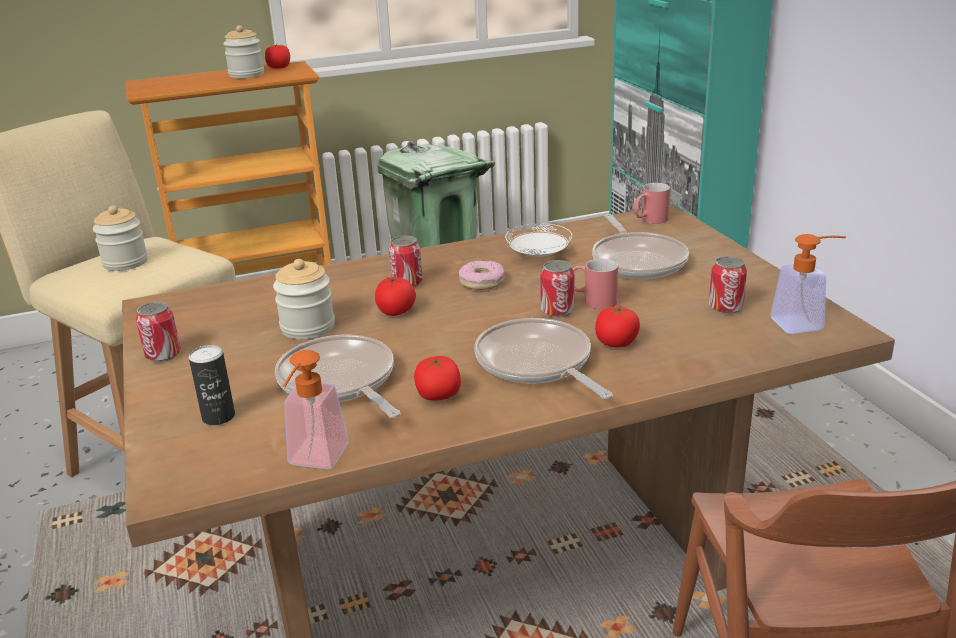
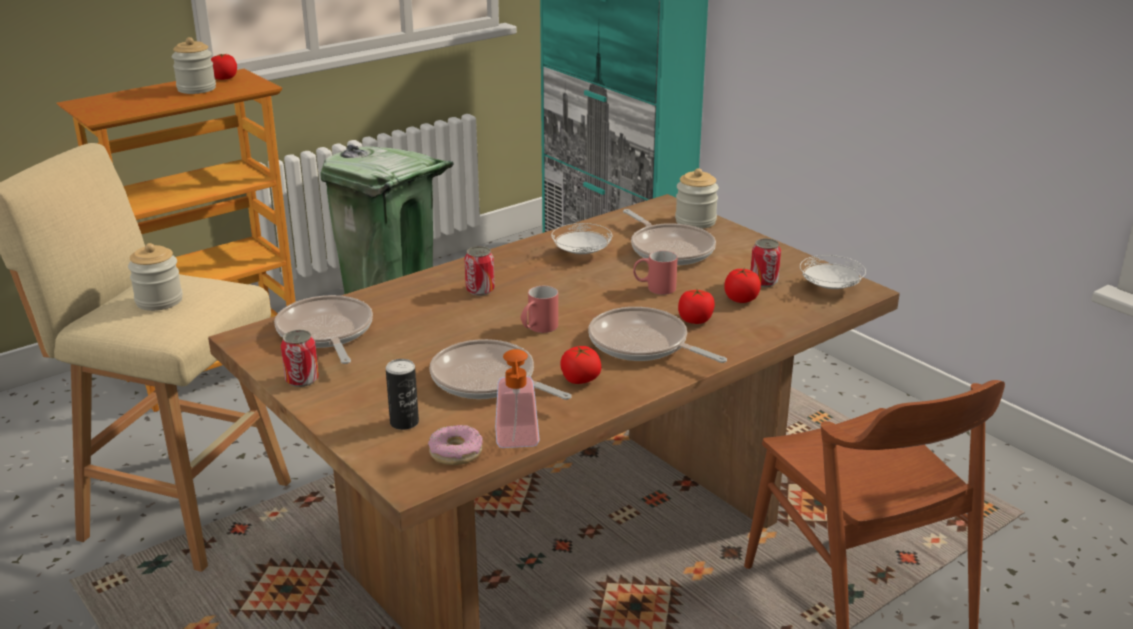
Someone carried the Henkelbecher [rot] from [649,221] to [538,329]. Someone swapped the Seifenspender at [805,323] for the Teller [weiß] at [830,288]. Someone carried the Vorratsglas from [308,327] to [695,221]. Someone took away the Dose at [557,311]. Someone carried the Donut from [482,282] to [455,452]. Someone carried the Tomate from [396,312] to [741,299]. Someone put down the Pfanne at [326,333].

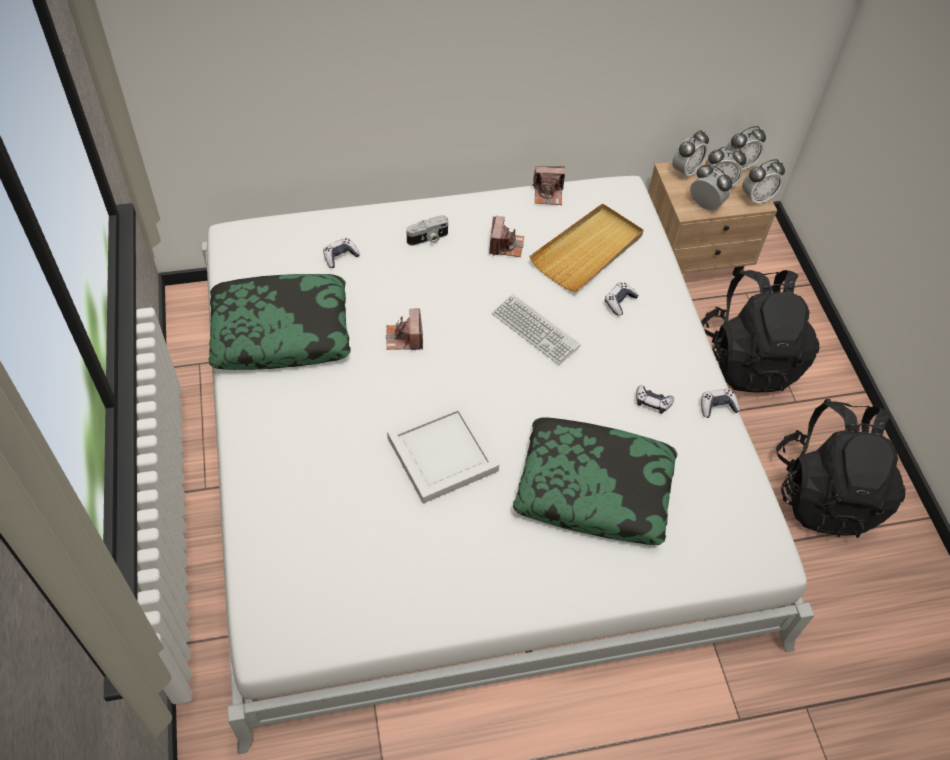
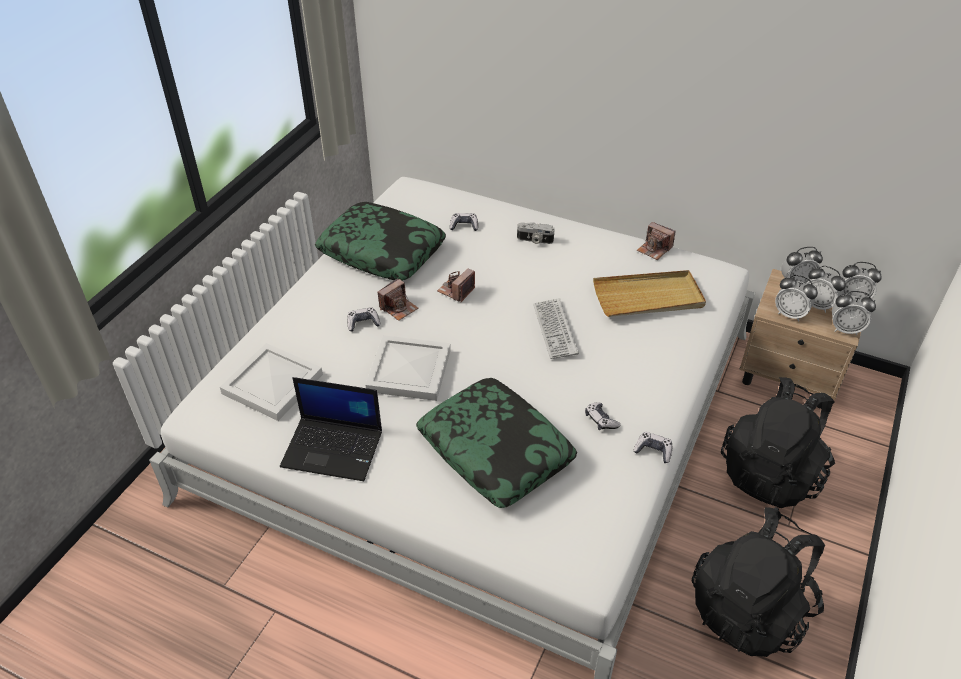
Someone rotated the Wecker at [705,205] by 135 degrees clockwise. Someone carried the Kamera from [505,245] to [398,308]. Someone carried the Gamepad from [619,302] to [363,323]. Someone put down the Tablett [weiß] at [274,383]. Someone put down the Laptop at [334,448].

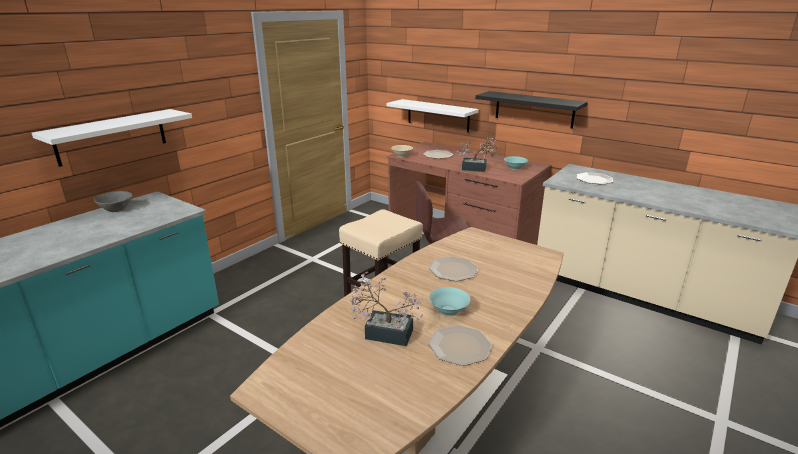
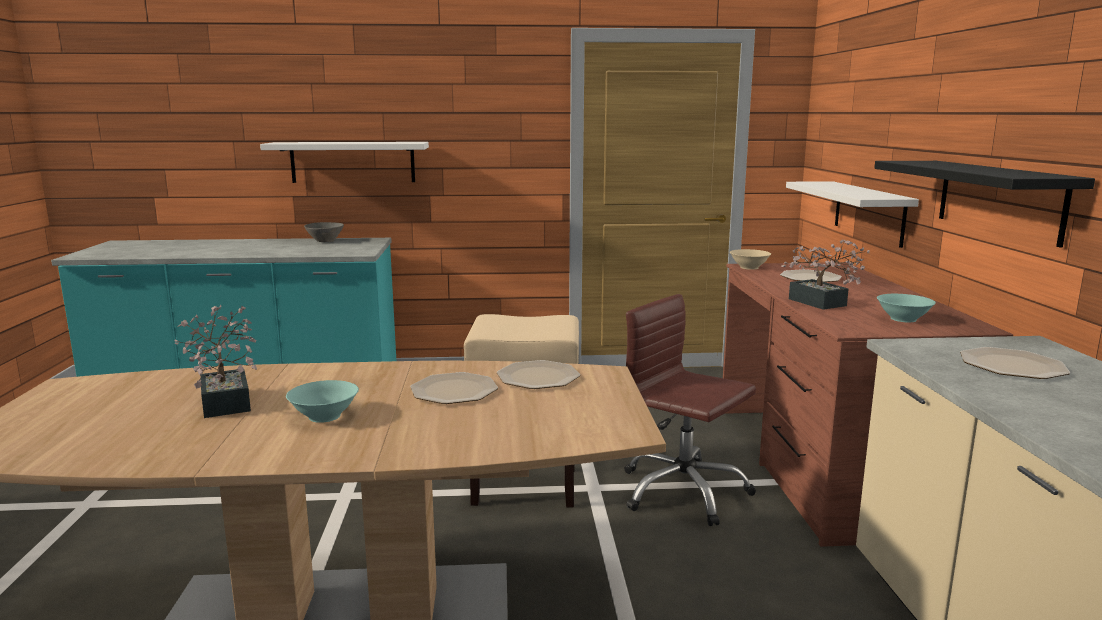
Someone carried the Teller from [460,346] to [539,377].

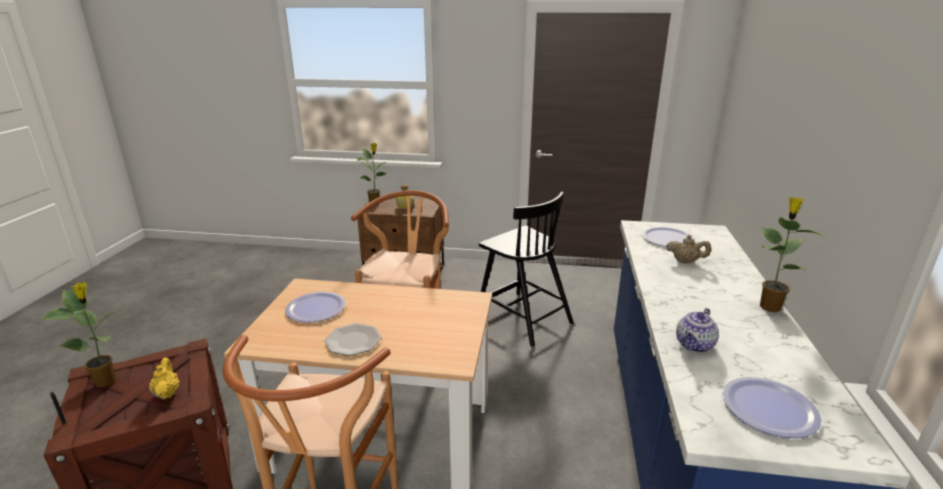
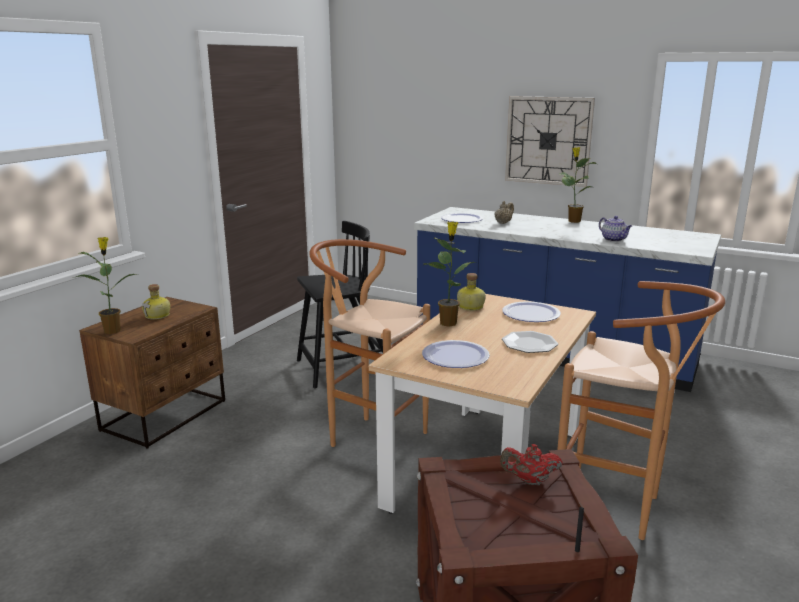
Someone carried the Topfpflanze from [106,381] to [448,322]. Someone repainted the Teekanne [gelb] at [167,393], which became the Teekanne [rot] at [530,481]. Someone carried the Teller from [769,408] to [531,314]. Someone put up the Wanduhr at [548,140]. Someone put down the Flasche at [470,307].

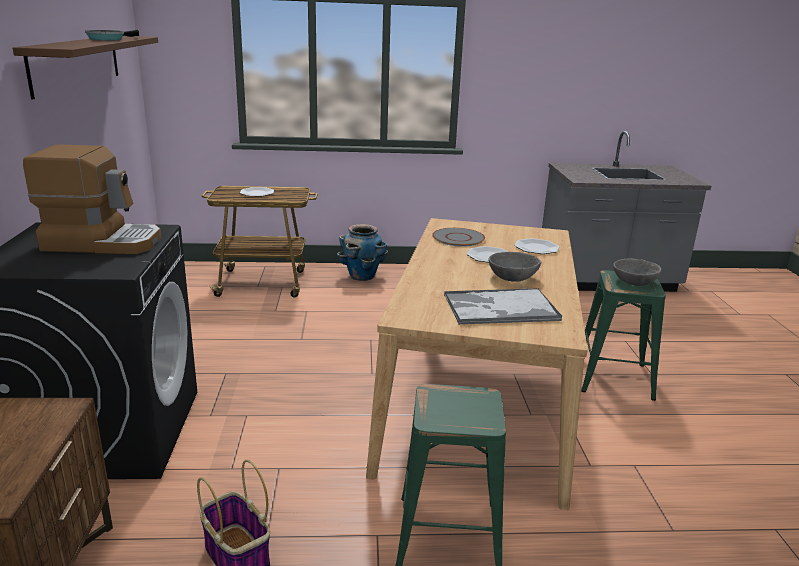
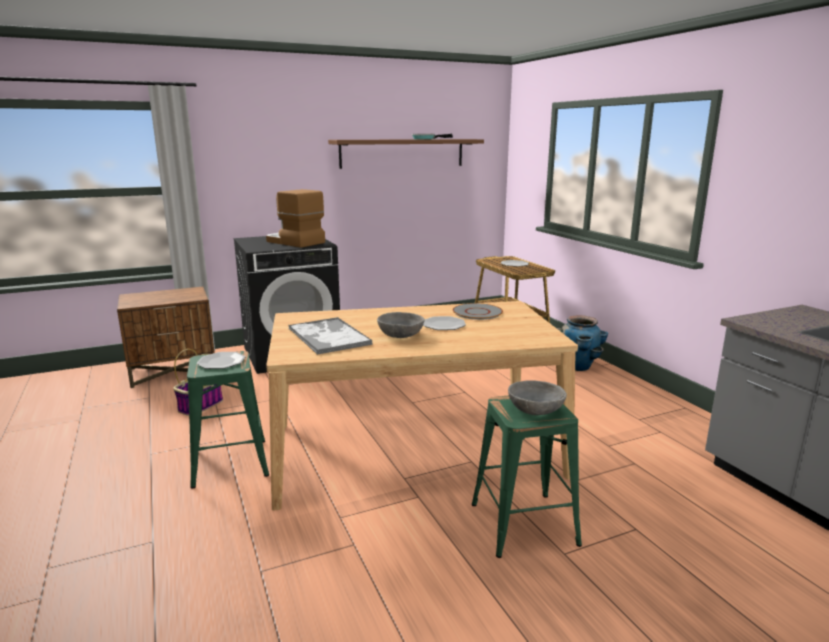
Someone rotated the Kaffeemaschine at [103,242] by 150 degrees clockwise. Someone carried the Teller from [536,248] to [221,362].

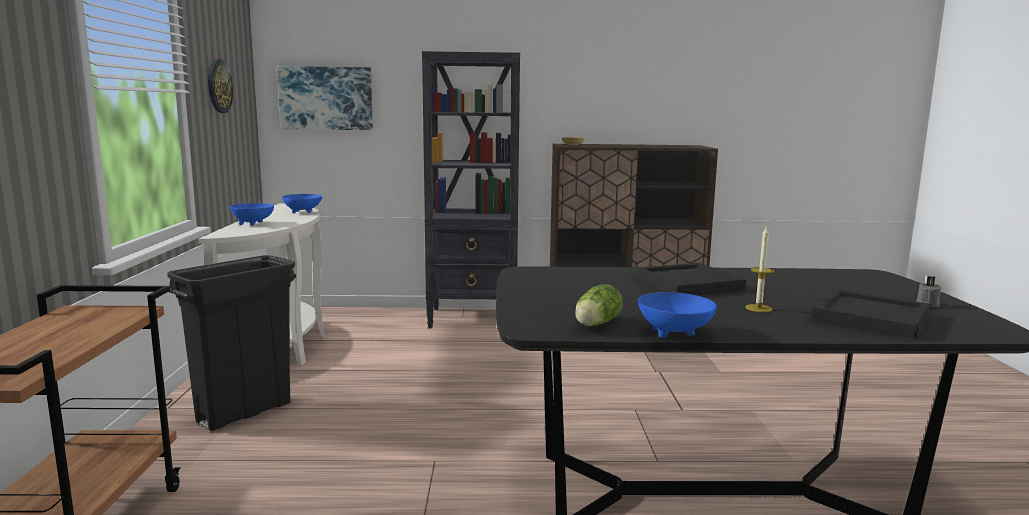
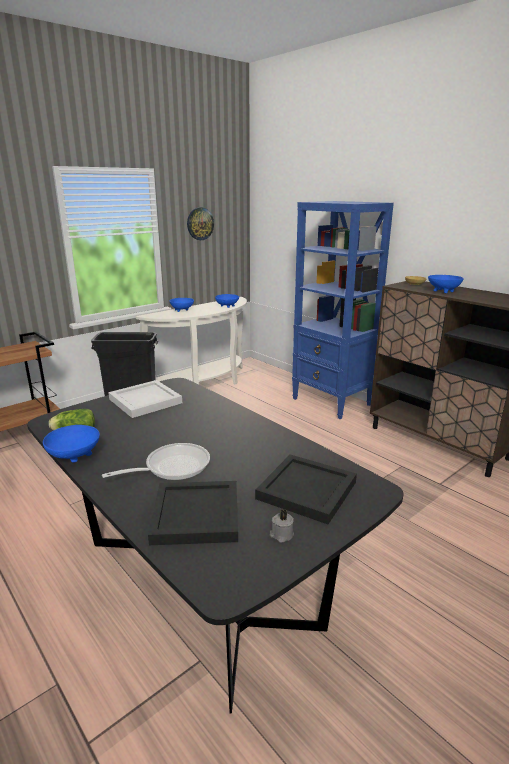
Someone repainted the Bücherregal [schwarz] at [474,318], which became the Bücherregal [blau] at [332,402]. Someone took away the Bild at [326,98]. Someone swapped the Kerze at [758,308] for the Pfanne at [172,467]. Someone carried the Tablett [schwarz] from [690,284] to [307,491]. Someone put down the Schüssel [blau] at [444,291]. Someone put down the Tablett [weiß] at [145,400].

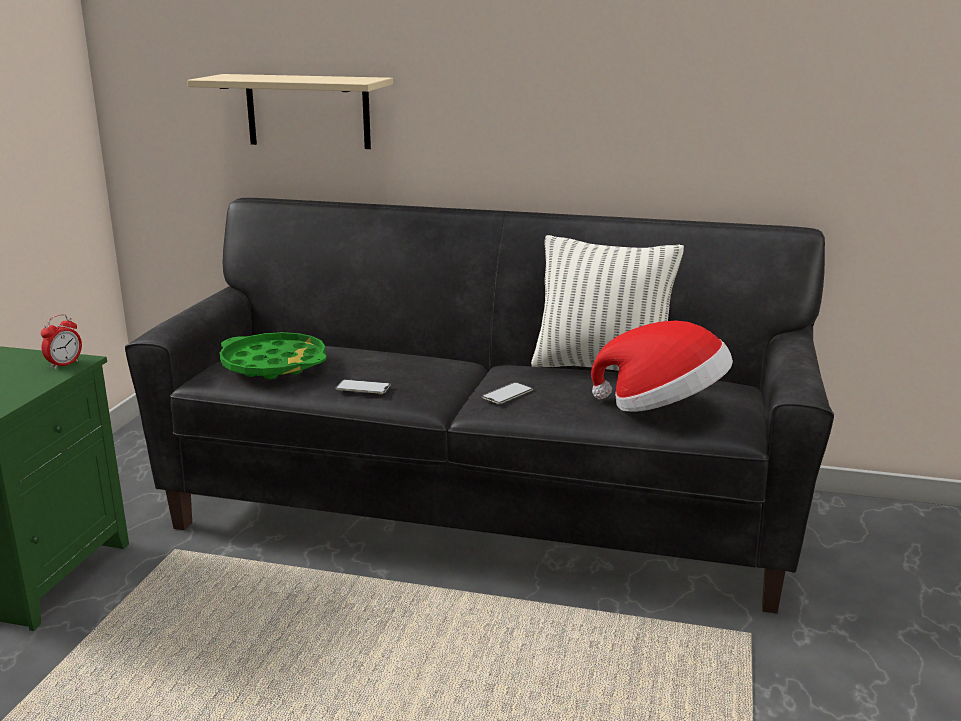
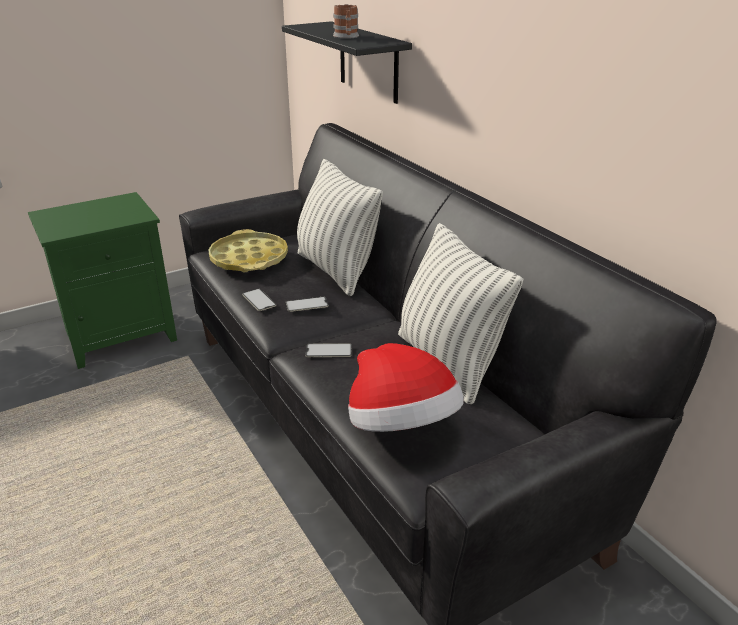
Someone repainted the Wandregal [beige] at [308,111], which became the Wandregal [schwarz] at [368,62]. Someone took away the Wecker at [64,364]. Someone repainted the Tablett [grün] at [274,364], which became the Tablett [gelb] at [249,258]. Someone put down the Henkelbecher at [346,37]. Someone put down the Kissen at [336,270]. Someone put down the Handy at [307,304].

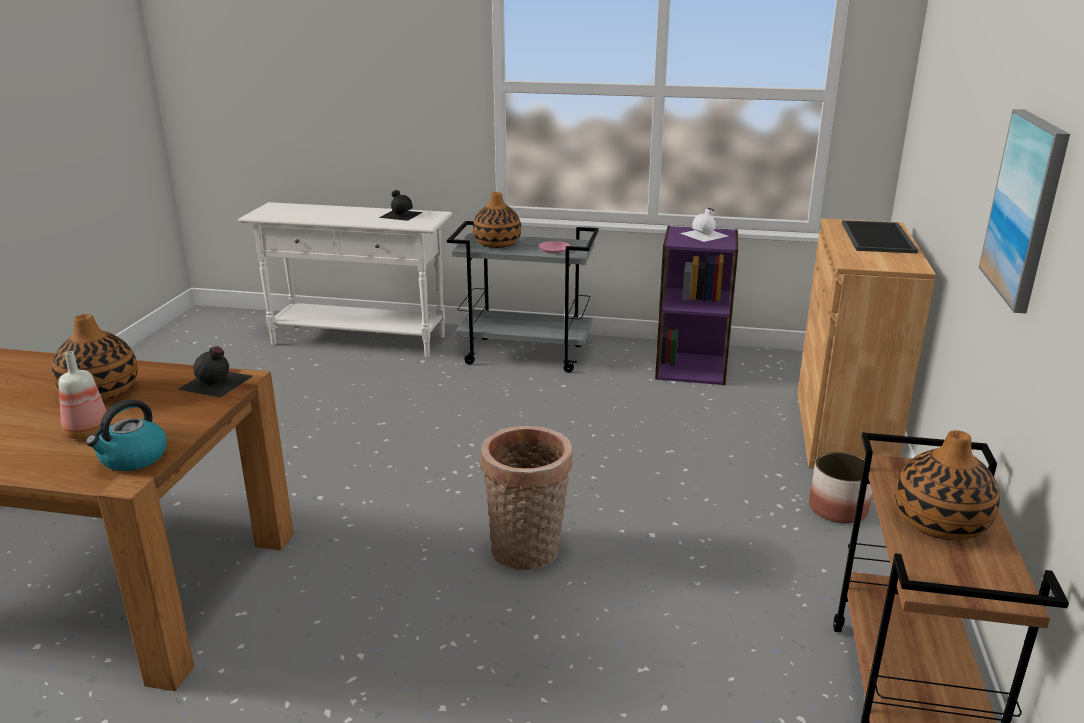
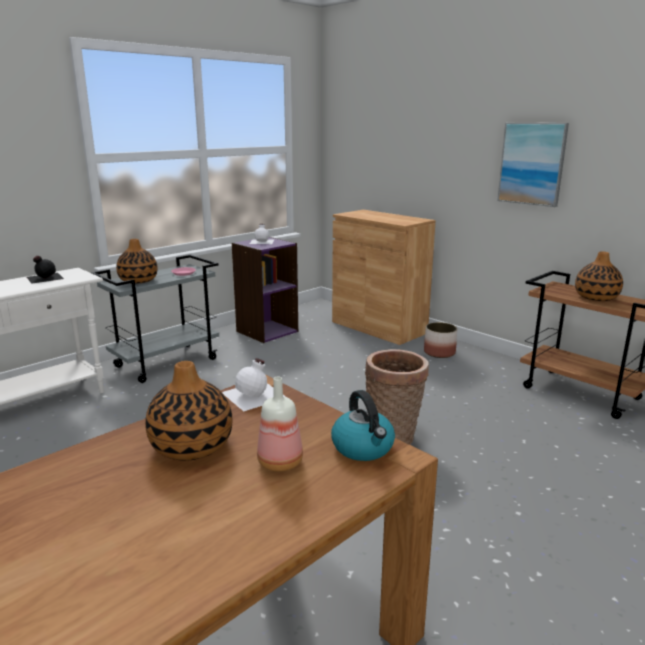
Someone took away the Tablett at [879,238]. Someone repainted the Flasche [schwarz] at [216,383], which became the Flasche [weiß] at [255,395].

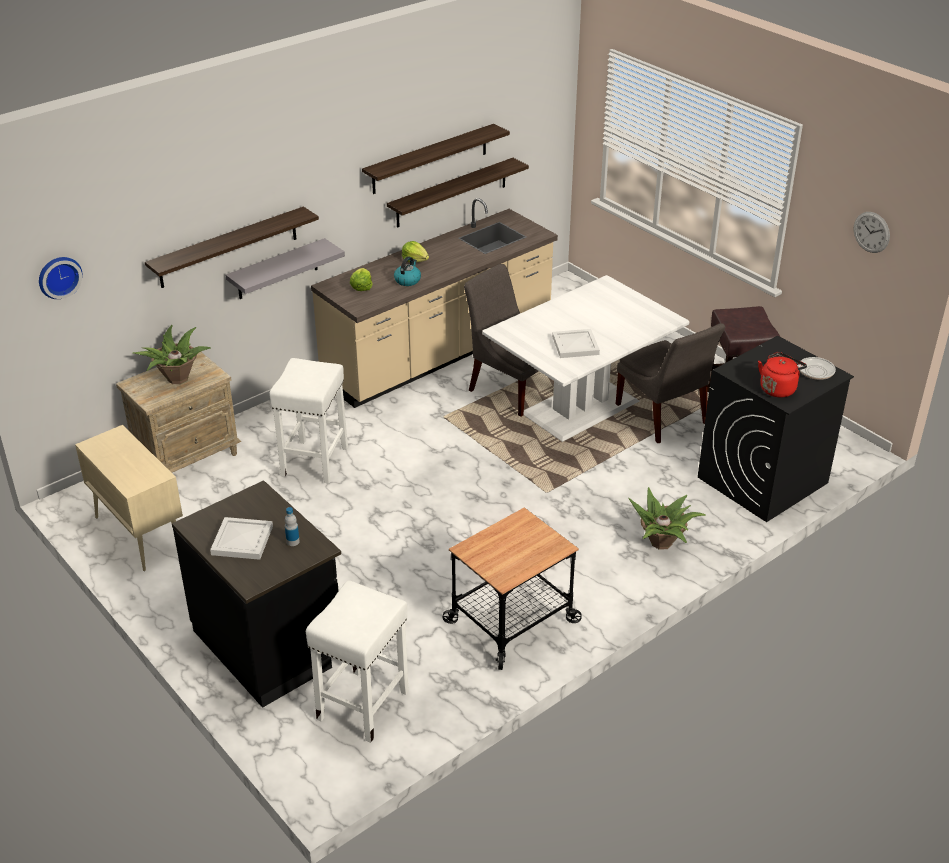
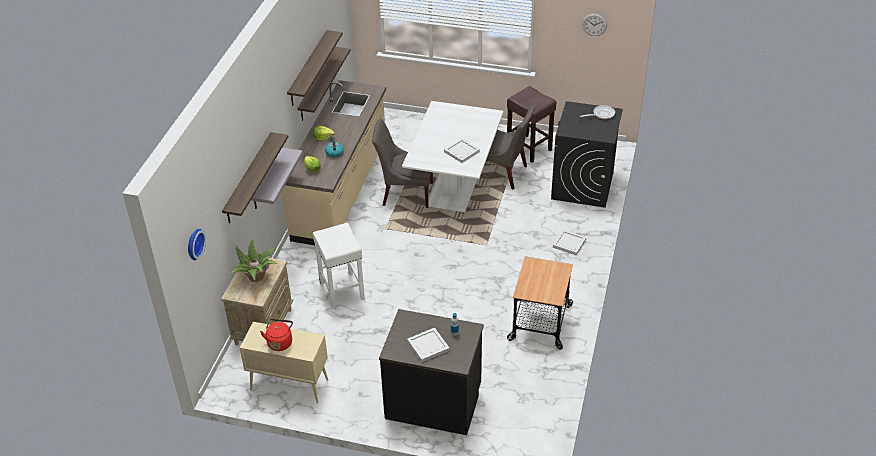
Someone carried the Wasserkessel [rot] from [778,388] to [280,342]. Someone swapped the Topfpflanze at [662,543] for the Tablett [weiß] at [568,243]. Someone took away the Hocker [weiß] at [363,704].

